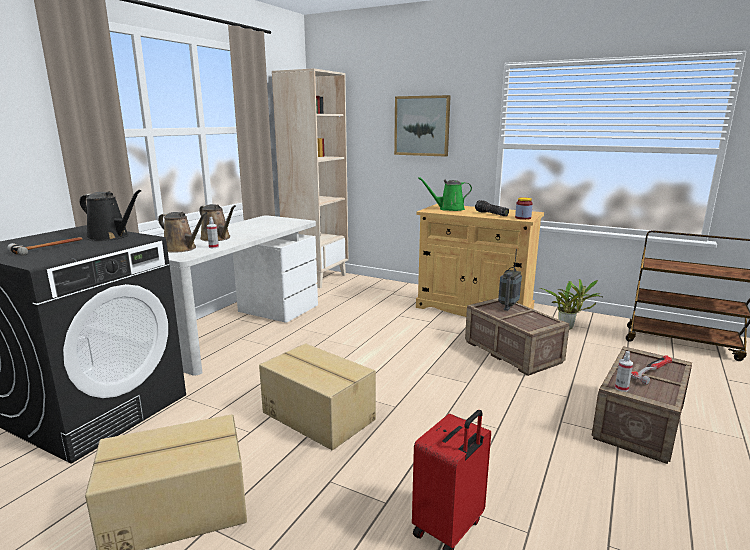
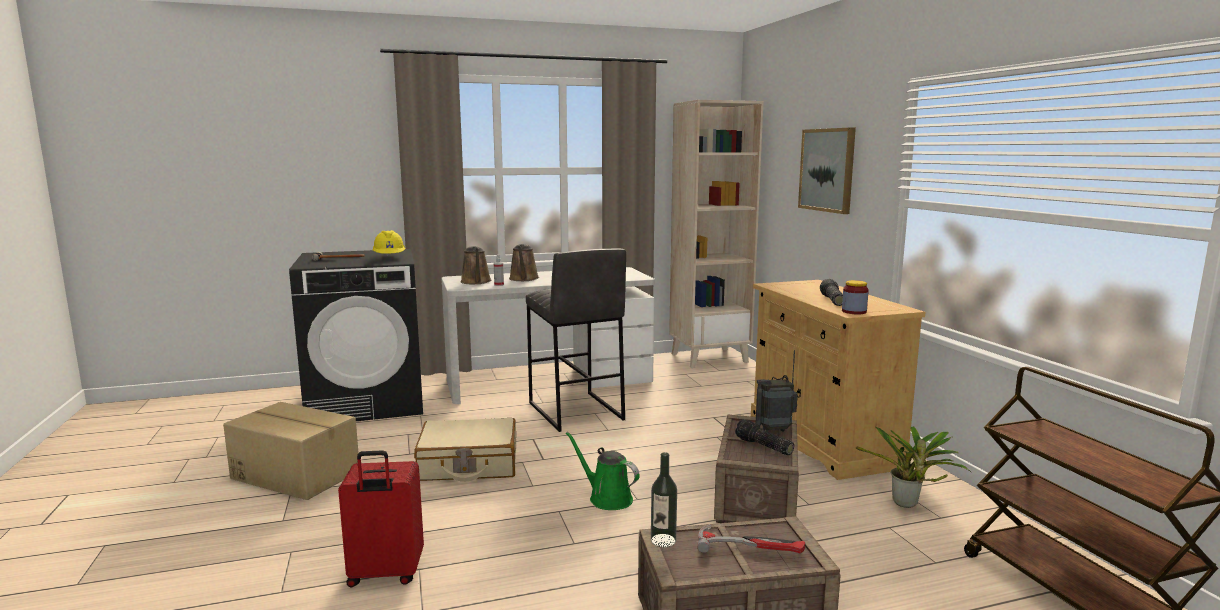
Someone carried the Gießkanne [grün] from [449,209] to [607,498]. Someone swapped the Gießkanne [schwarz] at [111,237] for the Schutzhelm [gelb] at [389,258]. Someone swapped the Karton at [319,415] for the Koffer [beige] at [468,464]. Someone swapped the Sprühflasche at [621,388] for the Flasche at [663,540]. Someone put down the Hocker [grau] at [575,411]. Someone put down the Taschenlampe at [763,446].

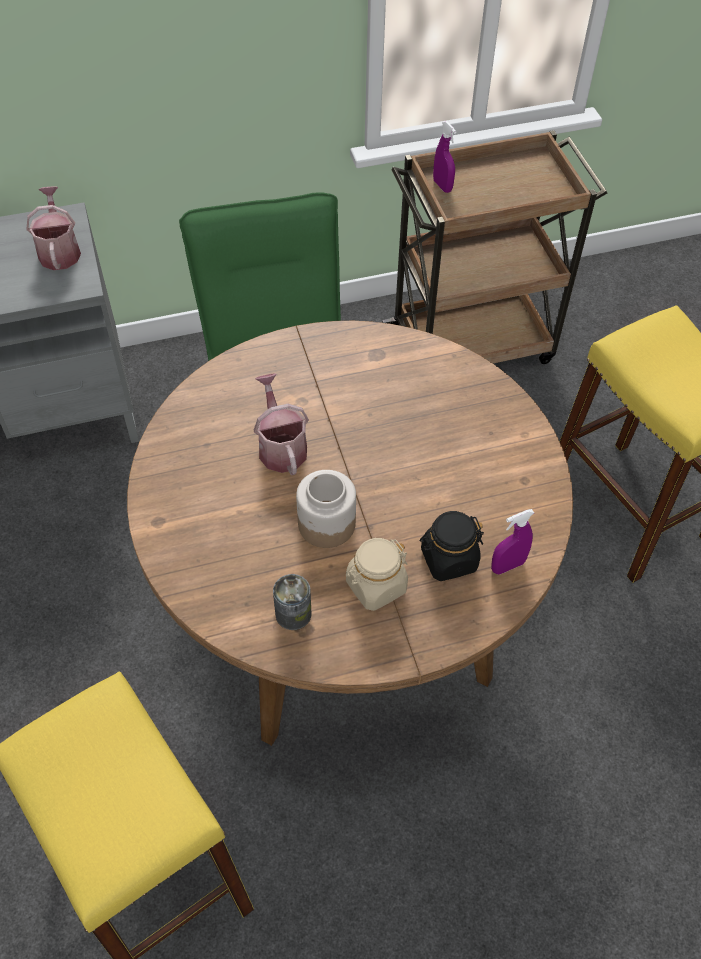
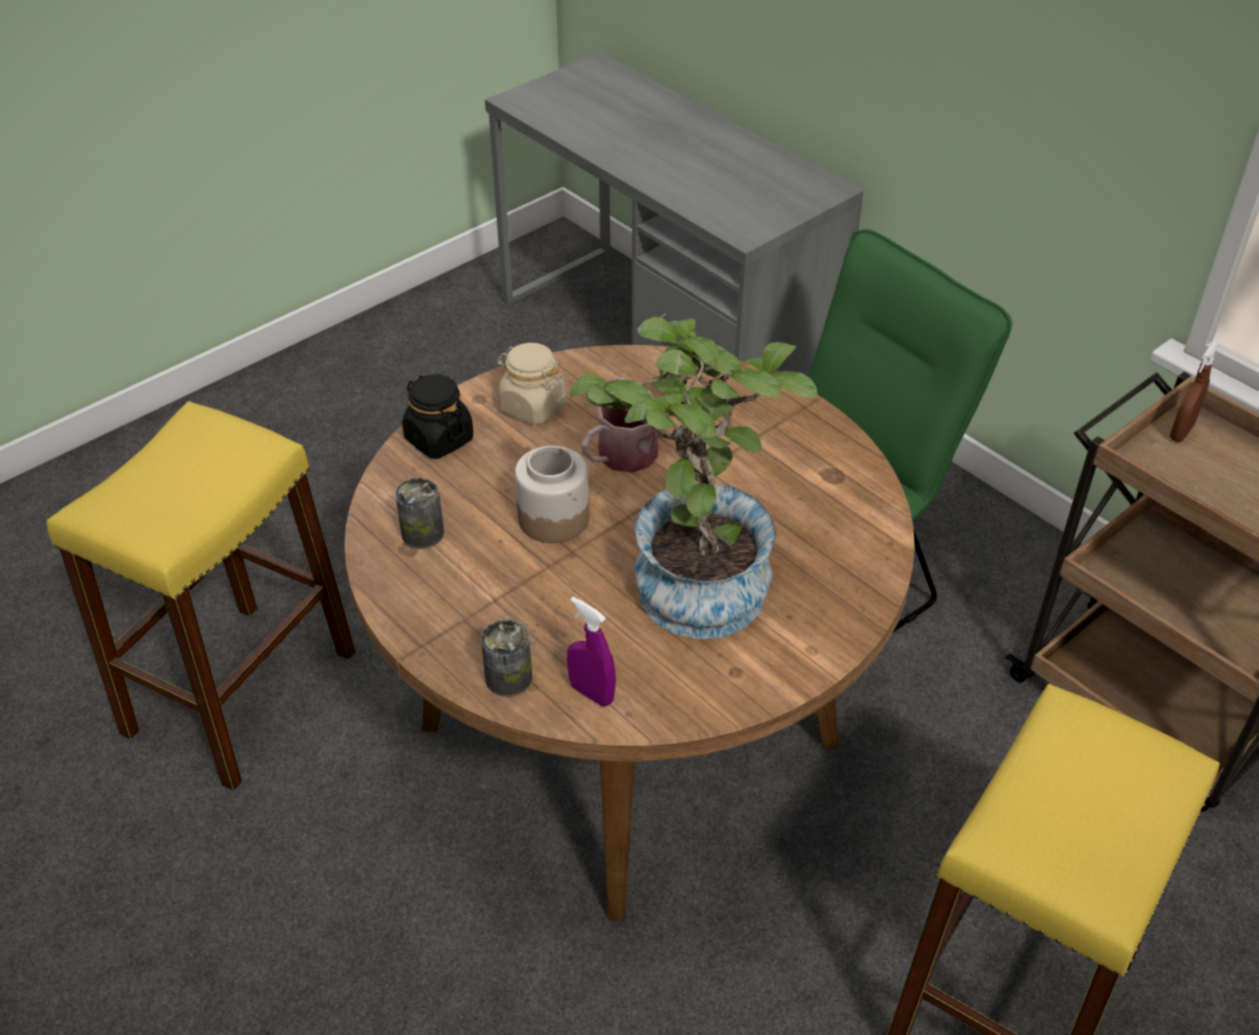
Someone repainted the Sprühflasche [lila] at [442,186], which became the Sprühflasche [braun] at [1181,432]. Someone took away the Gießkanne at [59,251]. Someone carried the Vorratsglas [schwarz] from [448,559] to [438,439]. Someone carried the Vorratsglas [beige] from [375,586] to [532,407]. Someone put down the Topfpflanze at [691,577]. Someone put down the Dose at [508,678].

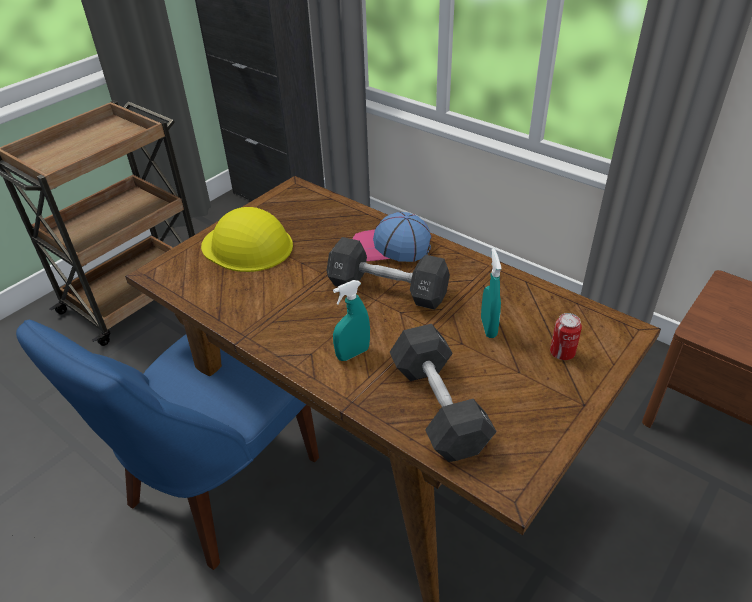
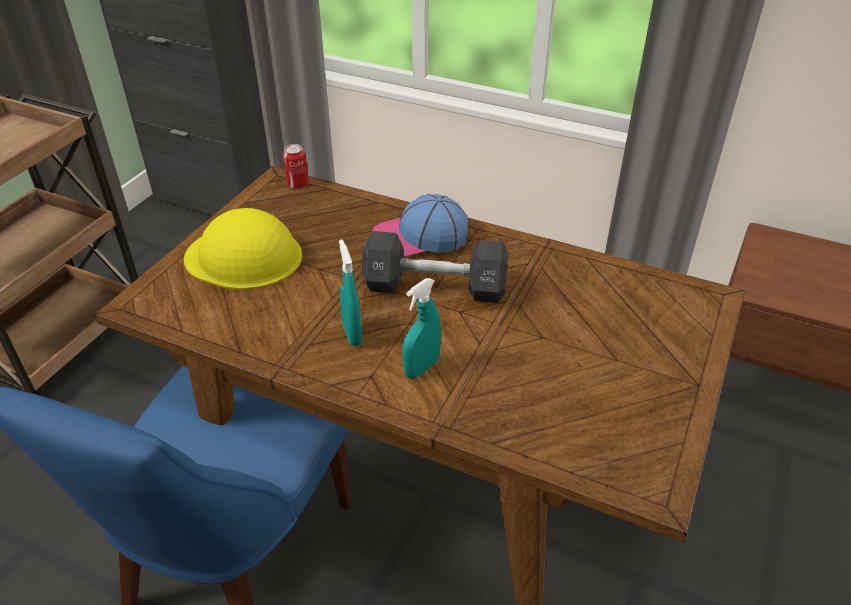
Someone carried the Sprühflasche [türkis] from [488,327] to [352,334]. Someone carried the Dose from [562,353] to [297,184]. Someone took away the Hantel [schwarz] at [438,407].

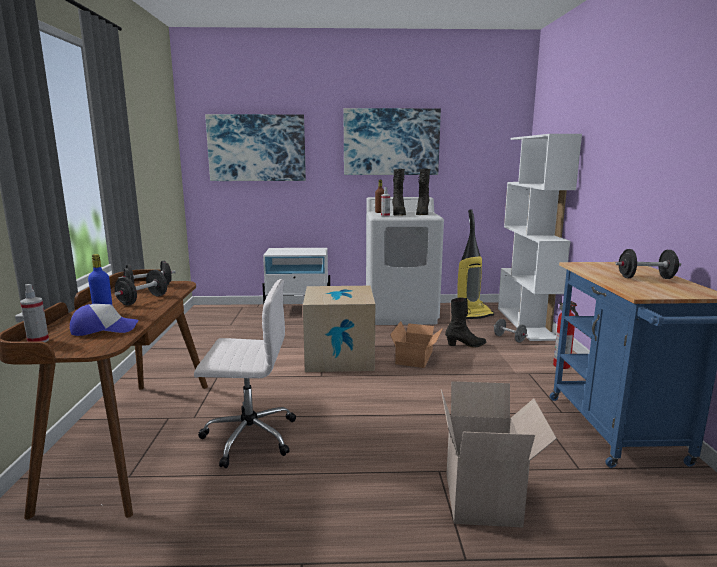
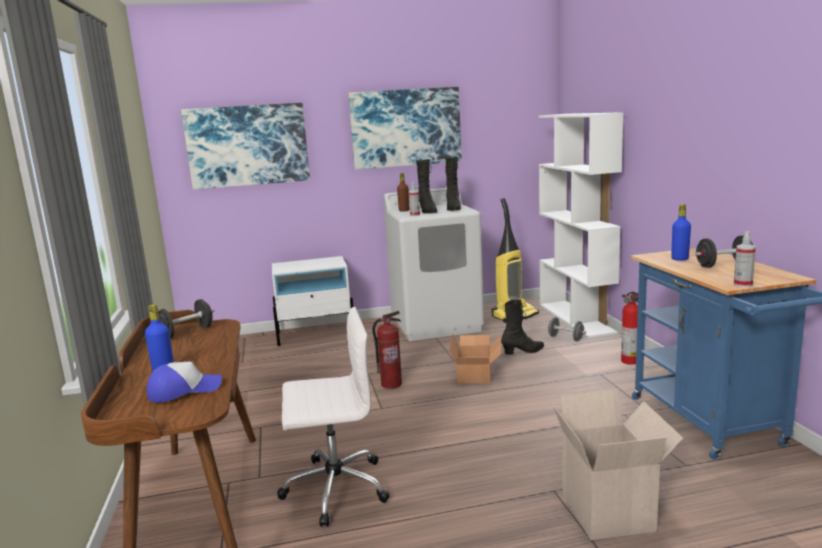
Someone took away the Hantel [schwarz] at [143,300]. Someone carried the Sprühflasche from [38,341] to [743,284]. Someone swapped the Karton at [339,357] for the Feuerlöscher at [391,384]. Someone put down the Flasche [blau] at [679,259].

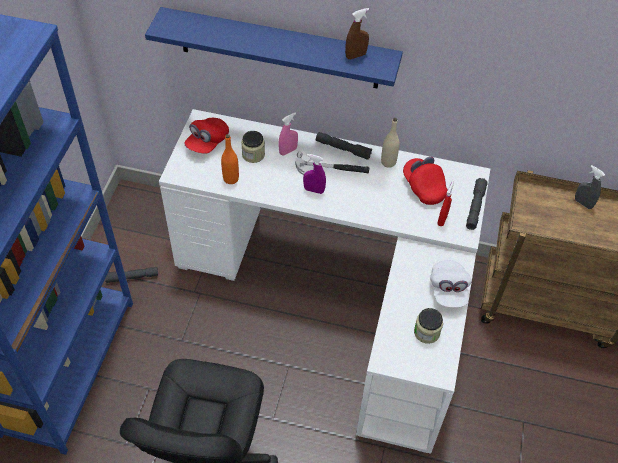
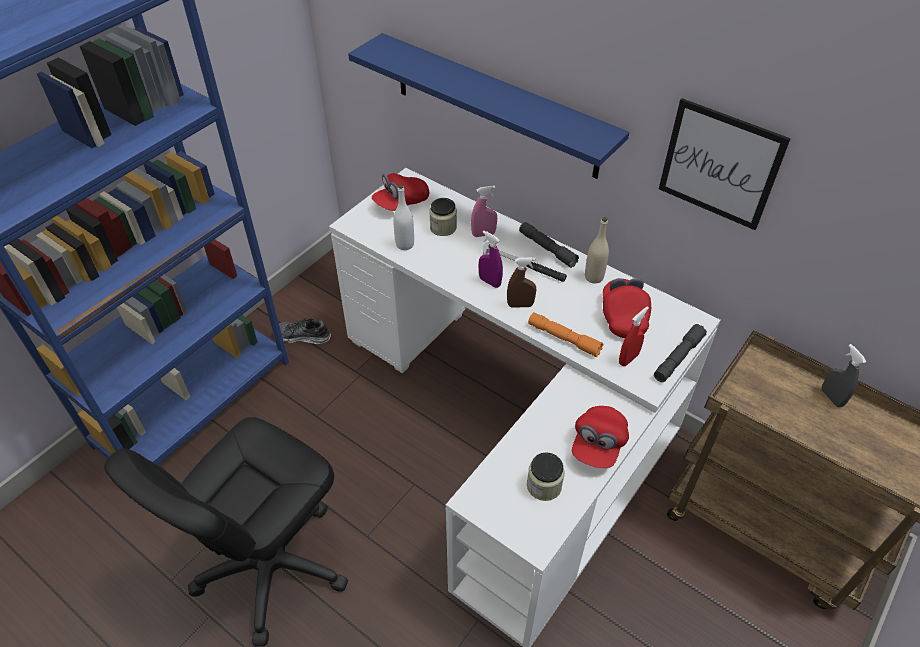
Someone carried the Sprühflasche [braun] from [356,55] to [520,305]. Someone repainted the Flasche [orange] at [231,179], which became the Flasche [weiß] at [405,244]. Someone repainted the Kappe [weiß] at [448,290], which became the Kappe [rot] at [598,445]. Someone swapped the Taschenlampe [grau] at [132,277] for the Schuh at [302,336]. Someone put up the Bild at [720,164]. Someone put down the Taschenlampe [orange] at [564,338].

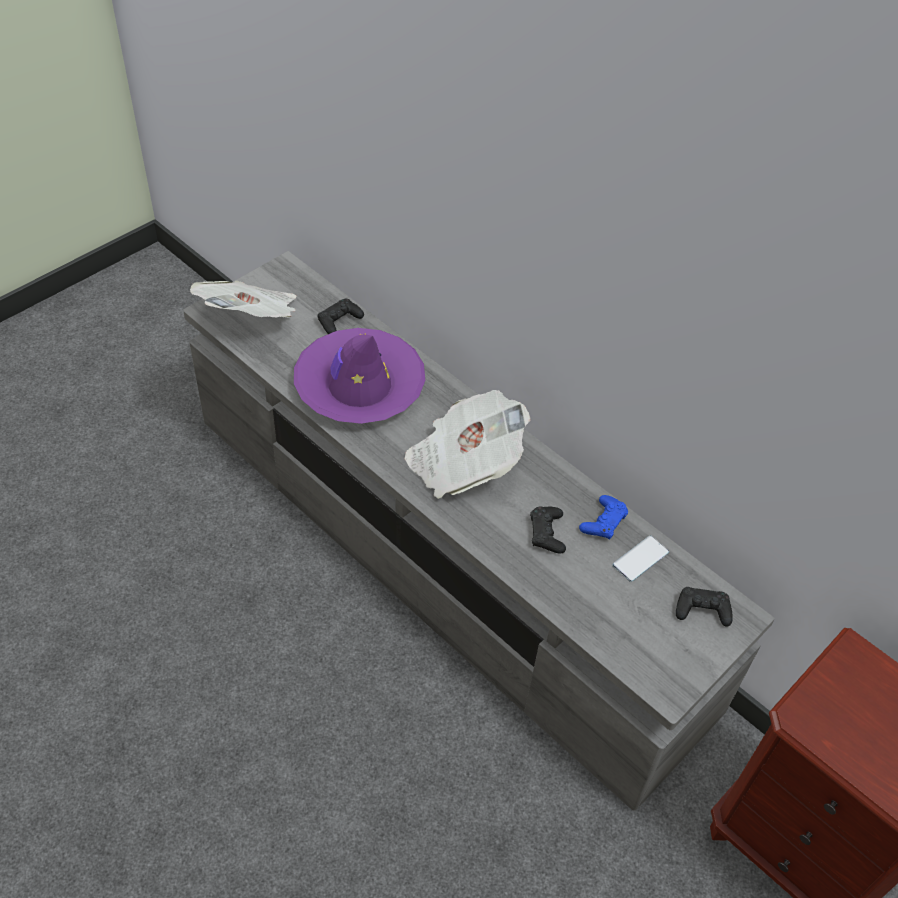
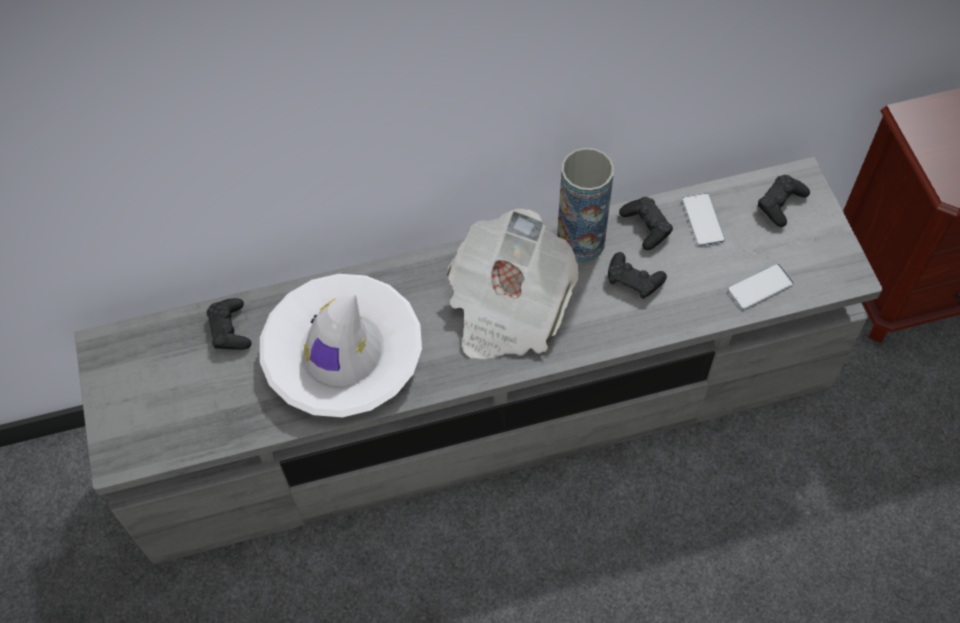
Someone took away the Zeitung at [251,318]. Someone repainted the Hut [lila] at [359,386], which became the Hut [weiß] at [343,354]. Someone repainted the Gamepad [blau] at [603,522], which became the Gamepad [schwarz] at [646,226]. Someone put down the Vase at [580,241]. Someone put down the Handy at [760,287].

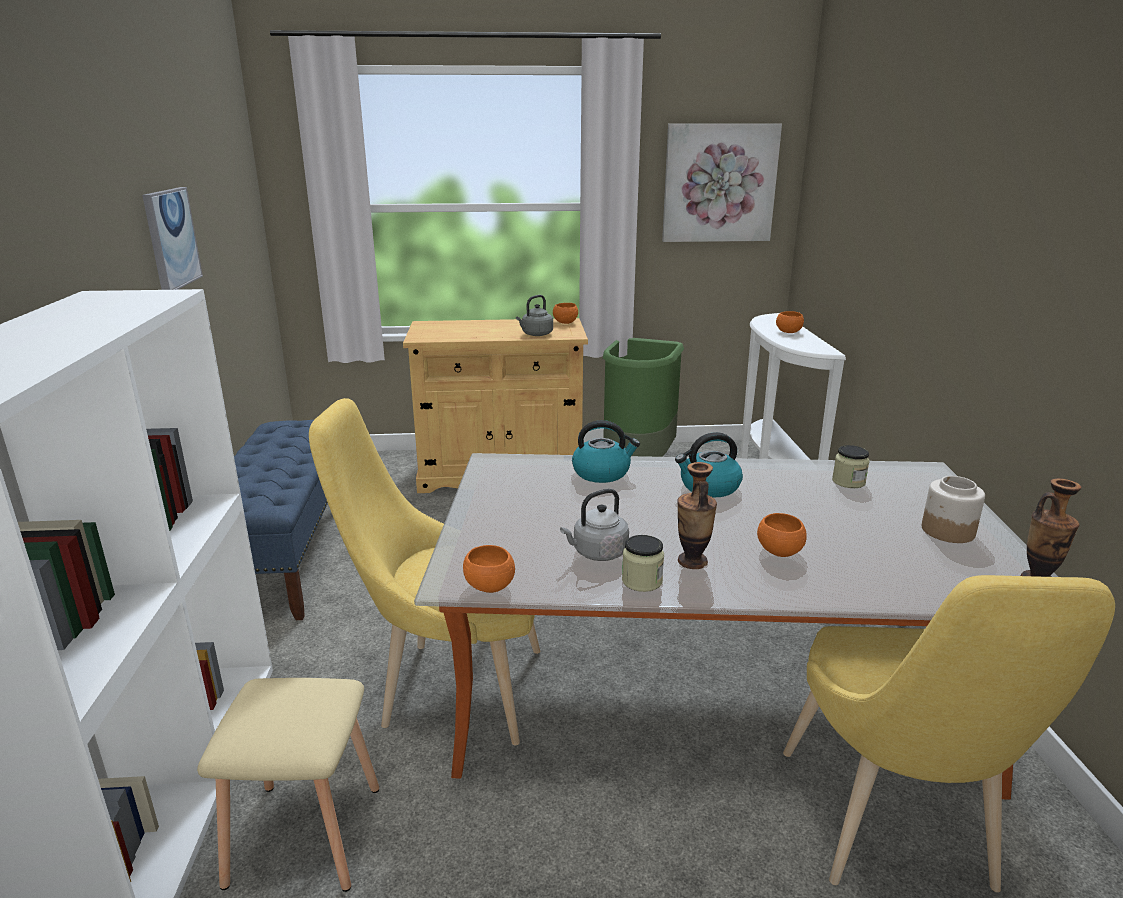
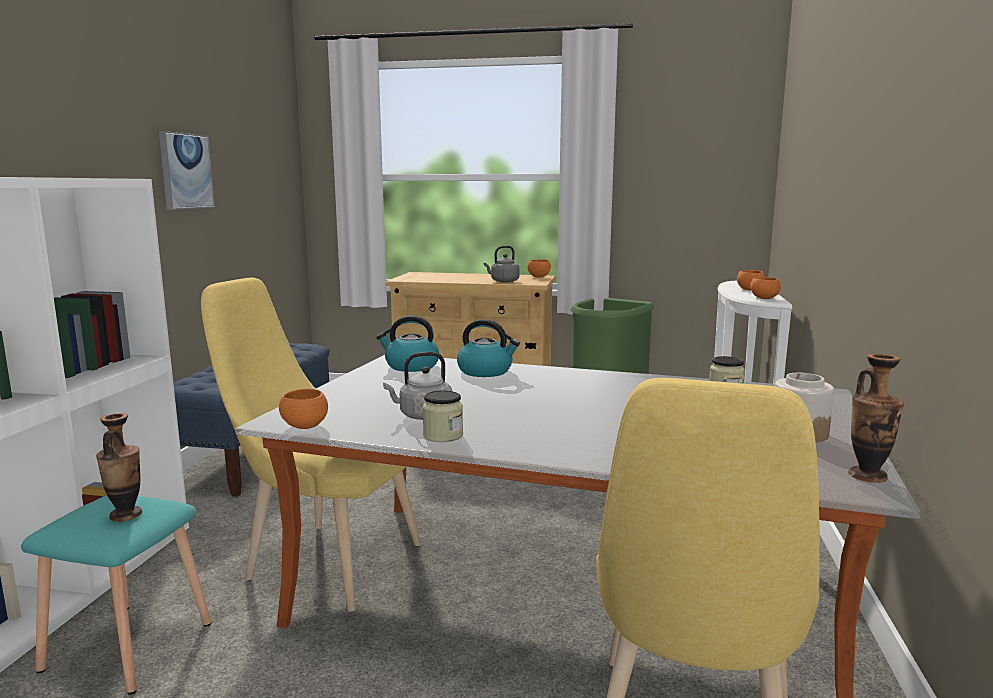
Someone took away the Bild at [719,183]. Someone carried the Wasserkessel from [709,487] to [411,366]. Someone carried the Vase from [692,561] to [126,515]. Someone carried the Schüssel [orange] from [779,551] to [764,298]. Someone repainted the Hocker [beige] at [304,832], which became the Hocker [türkis] at [129,644].

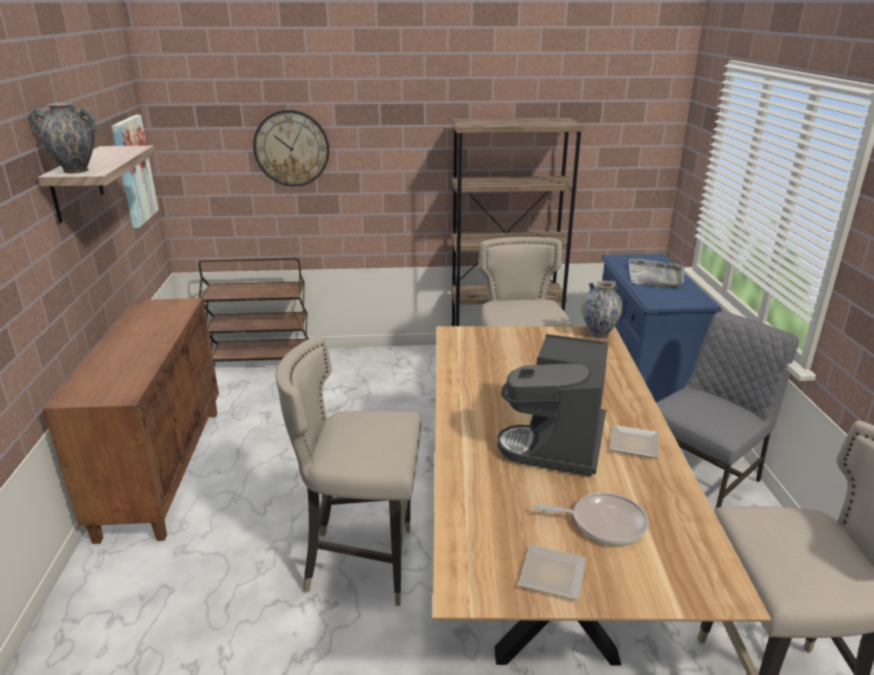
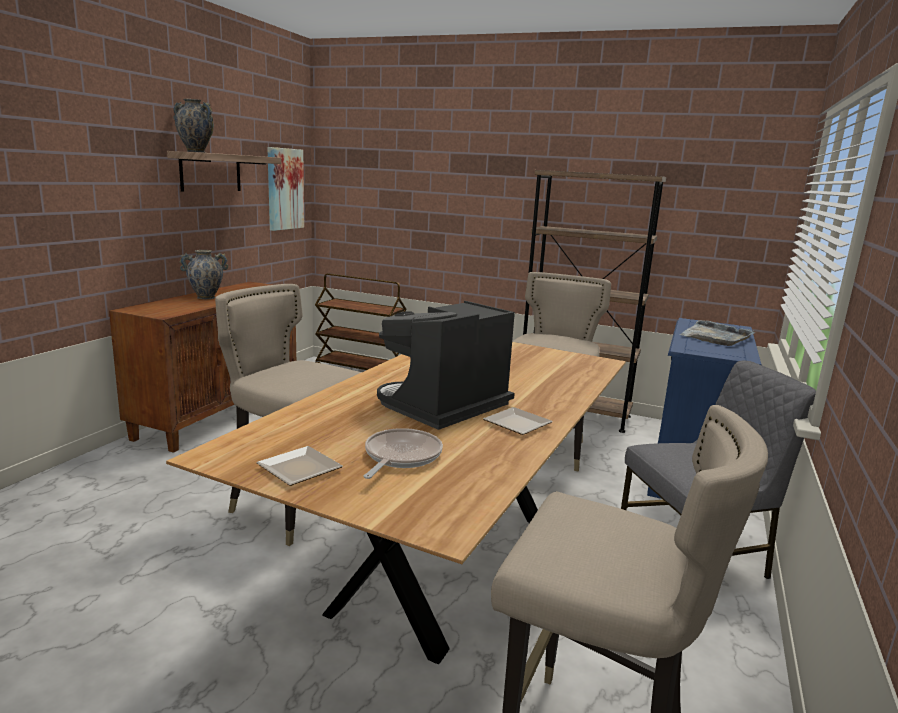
Someone took away the Wanduhr at [291,148]. Someone carried the Vase from [598,334] to [206,297]. Someone rotated the Pfanne at [603,523] by 105 degrees counterclockwise.

